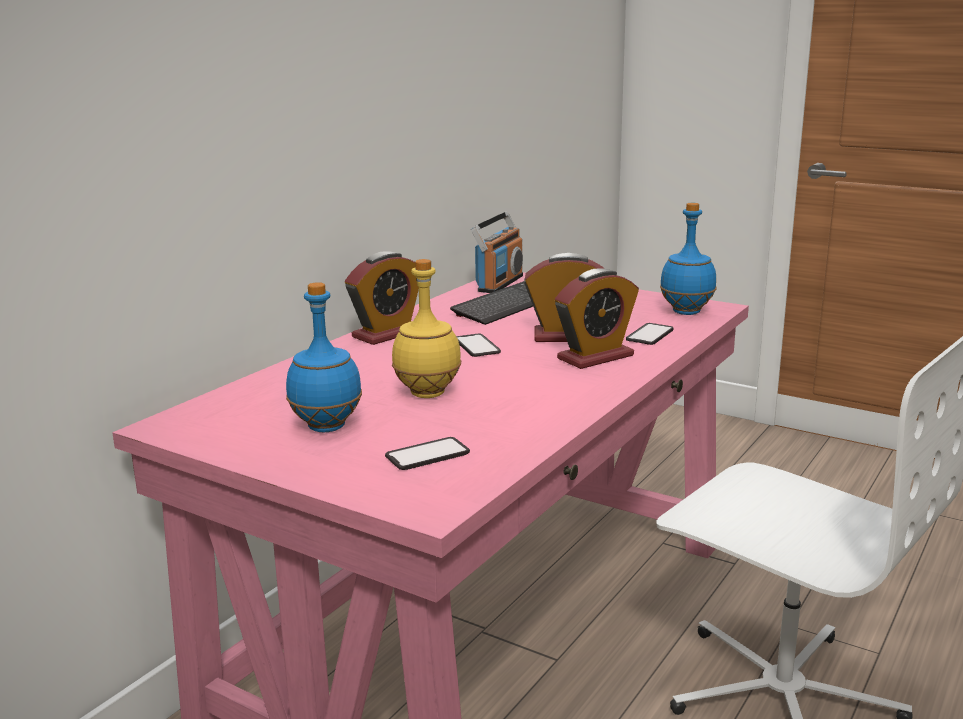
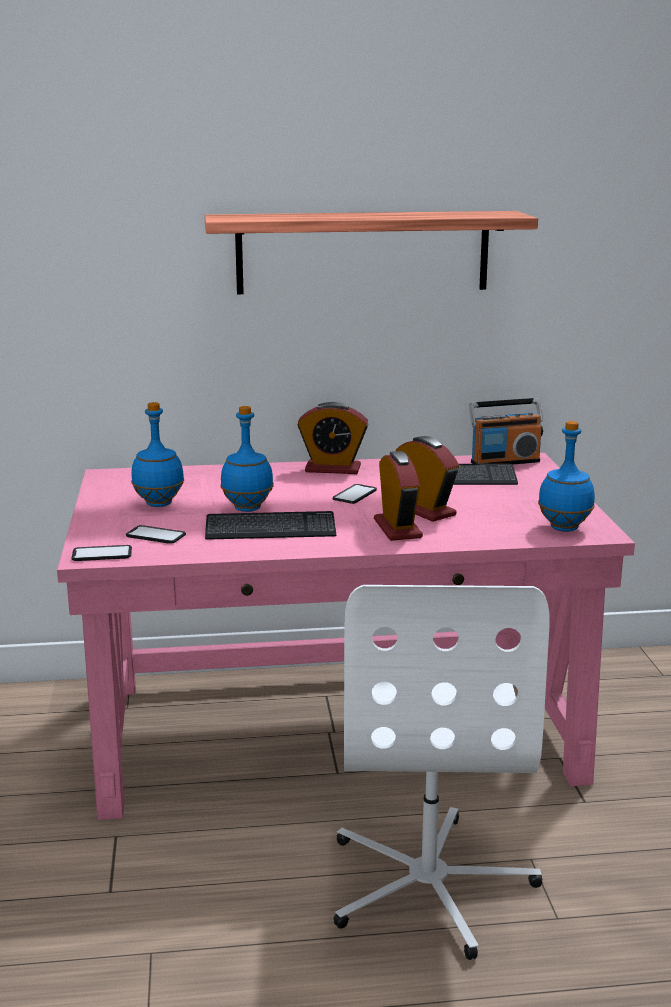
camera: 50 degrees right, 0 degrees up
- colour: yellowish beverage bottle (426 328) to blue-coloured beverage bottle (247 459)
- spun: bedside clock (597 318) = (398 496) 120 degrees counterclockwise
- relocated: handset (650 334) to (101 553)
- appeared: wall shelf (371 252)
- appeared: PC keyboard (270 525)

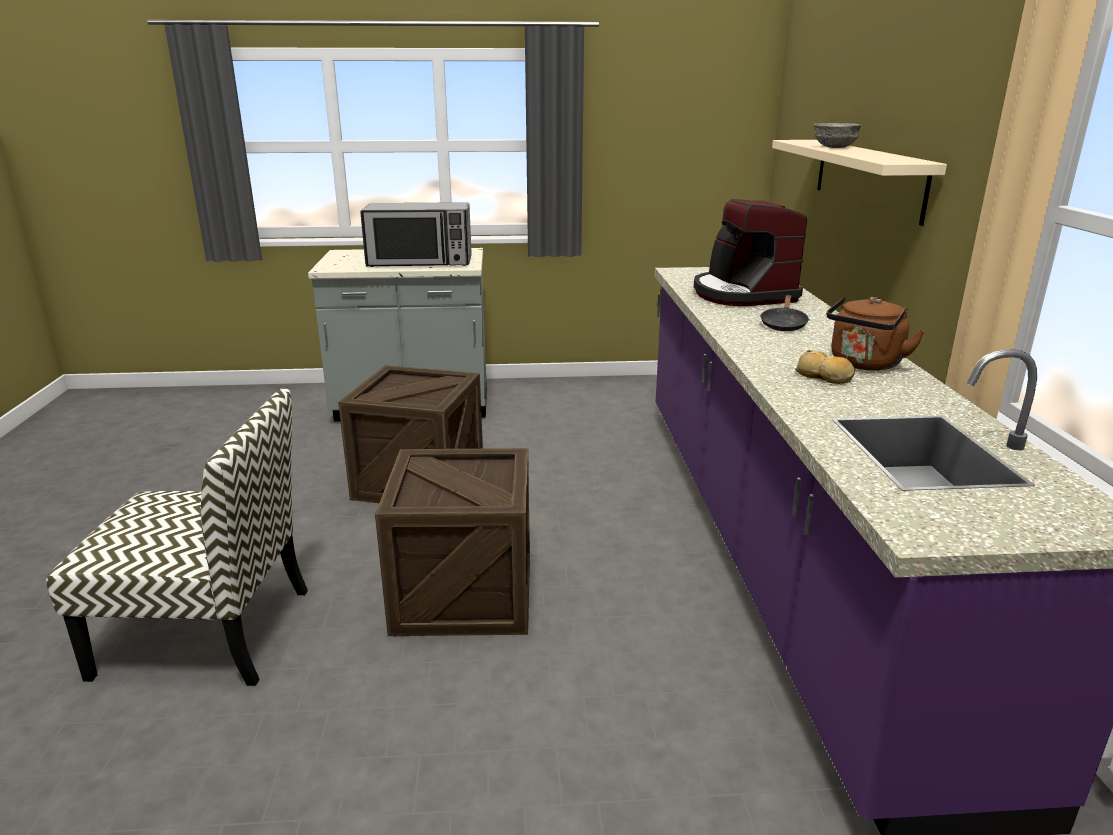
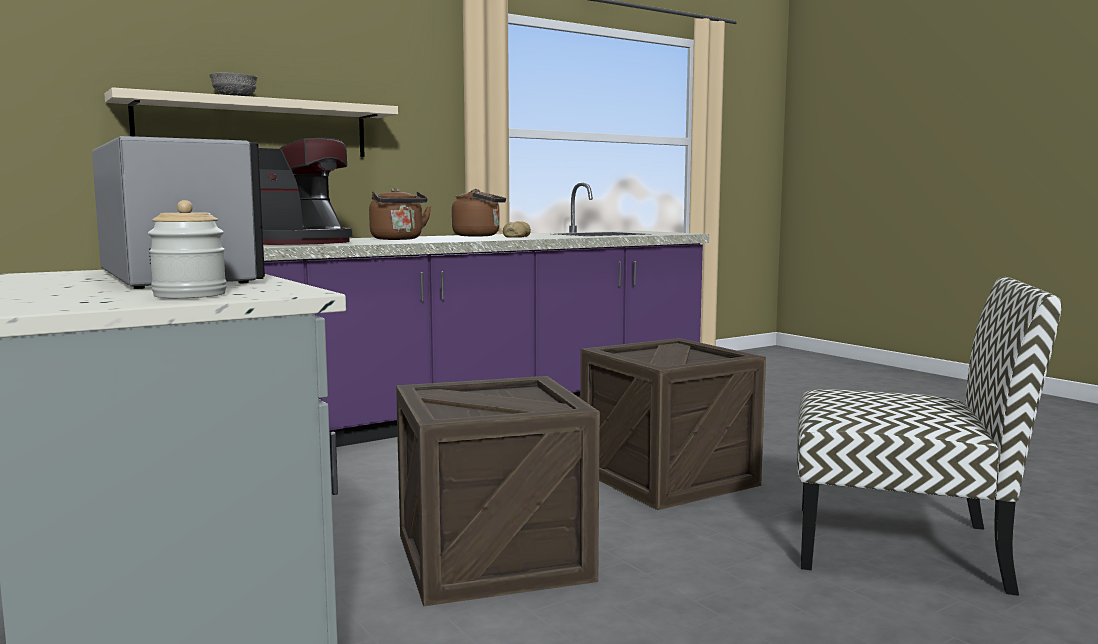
camera: 120 degrees left, 15 degrees down
- spun: upright chair (177 537) = (929 436) 135 degrees clockwise
- exchanged: blackish pan (784 313) to brownish kettle (400 214)
- appeared: storage jar (187 249)

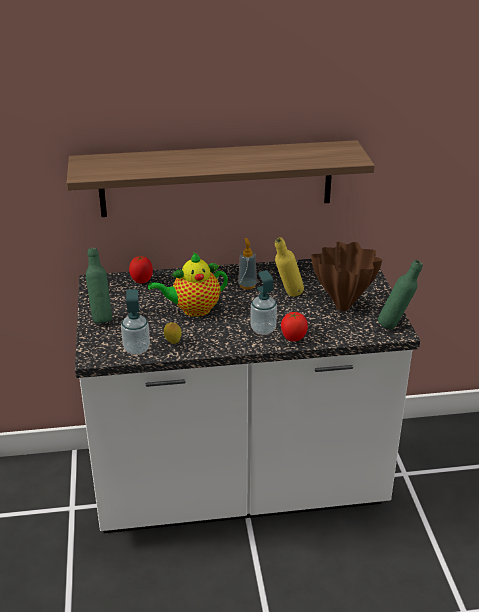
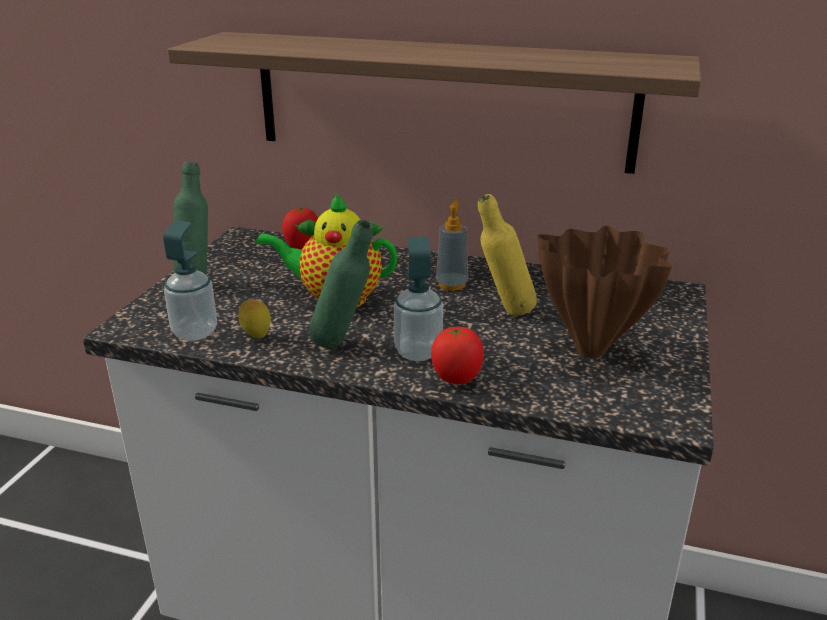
camera: 25 degrees right, 5 degrees down
- relocated: green beverage bottle (400 294) to (341 284)

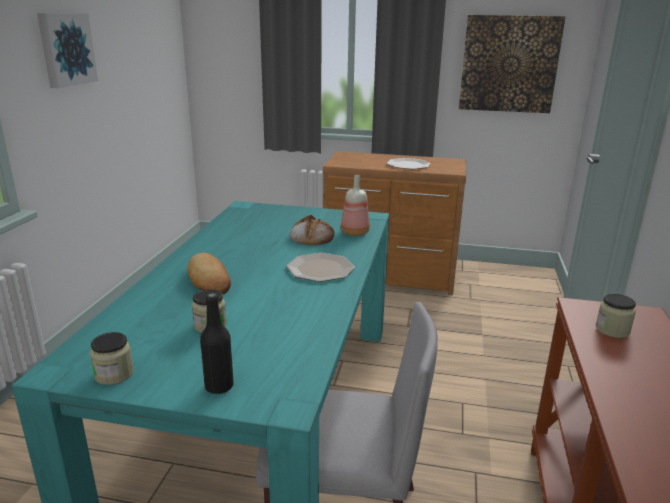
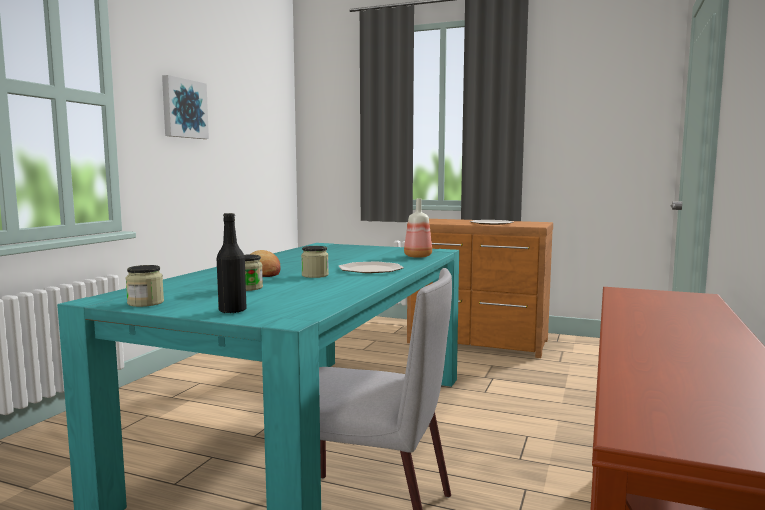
camera: 10 degrees right, 15 degrees down
- missing: baked bread (311 230)
- missing: wall picture (512 64)
- relocated: storage jar (616 316) to (315 262)

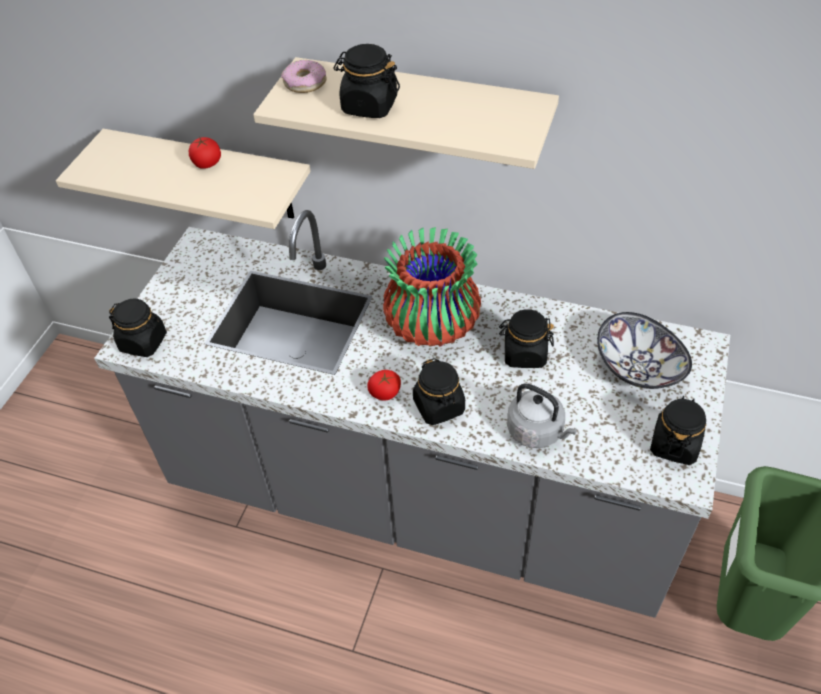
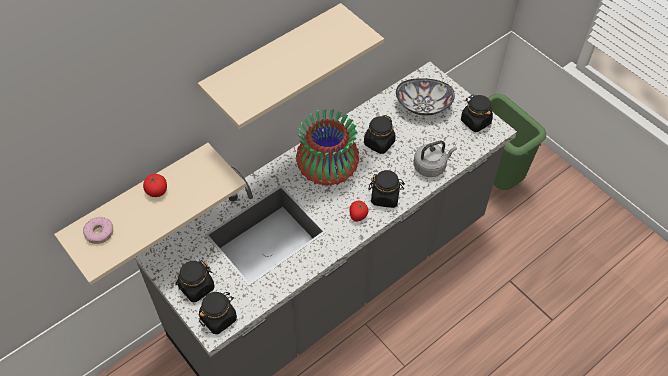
camera: 60 degrees left, 5 degrees up
- relocated: donut (304 76) to (98 230)
- relocated: blackish storage jar (366 81) to (194 281)

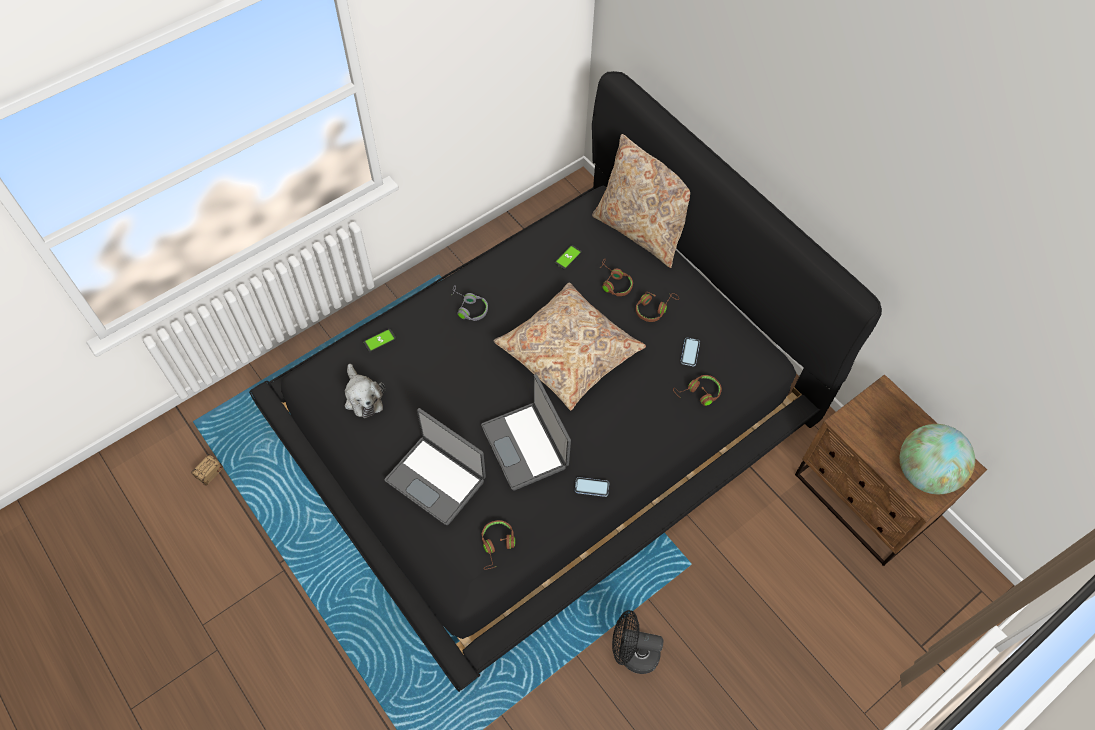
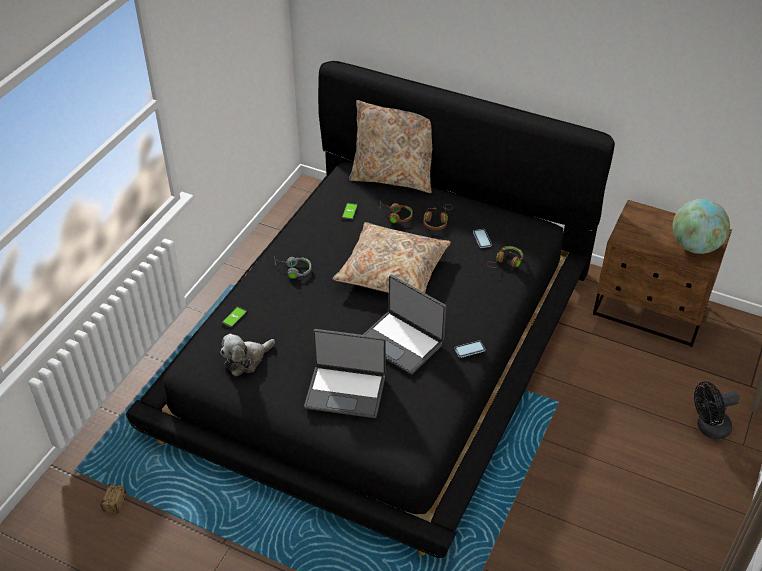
camera: 25 degrees left, 15 degrees down
- spun: cuddly toy (365 391) = (247 355) 105 degrees clockwise
- missing: brownish headset (498 545)
- relocated: blackish fan (638 642) to (716 411)

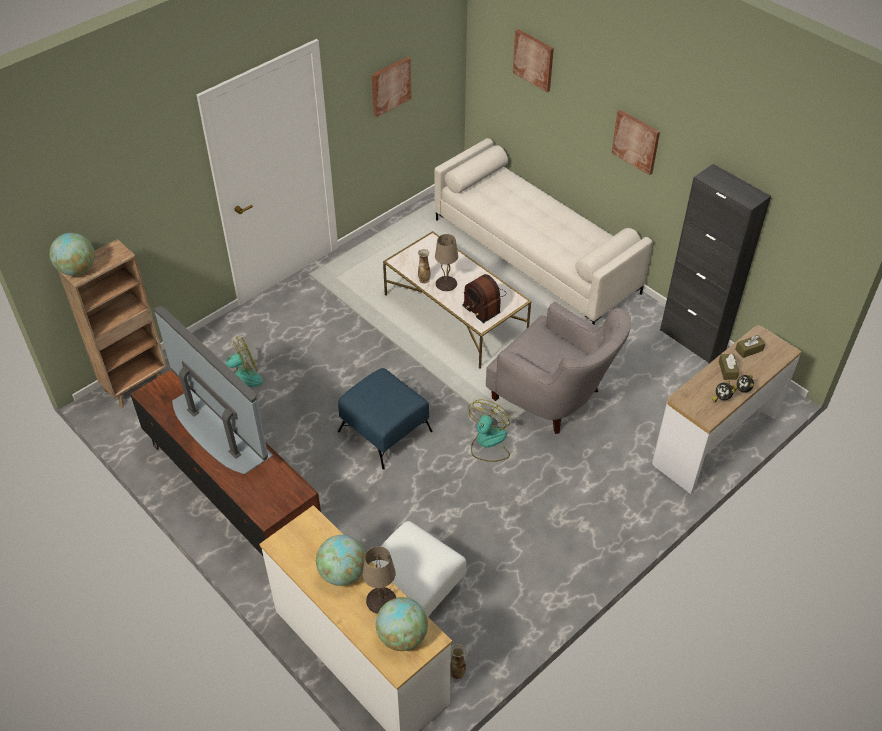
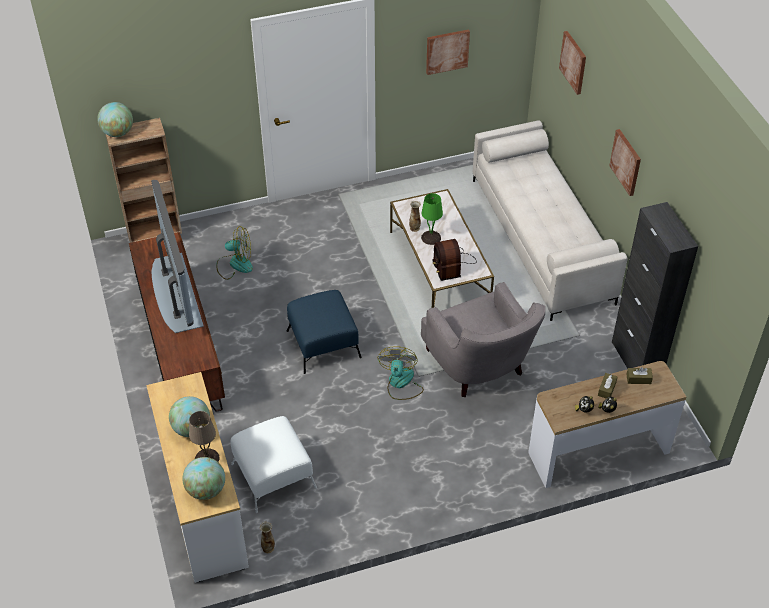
camera: 25 degrees right, 0 degrees up
- colour: beige tabletop lamp (446 262) to green tabletop lamp (432 219)
- spun: fan (489 431) = (401 373) 45 degrees counterclockwise

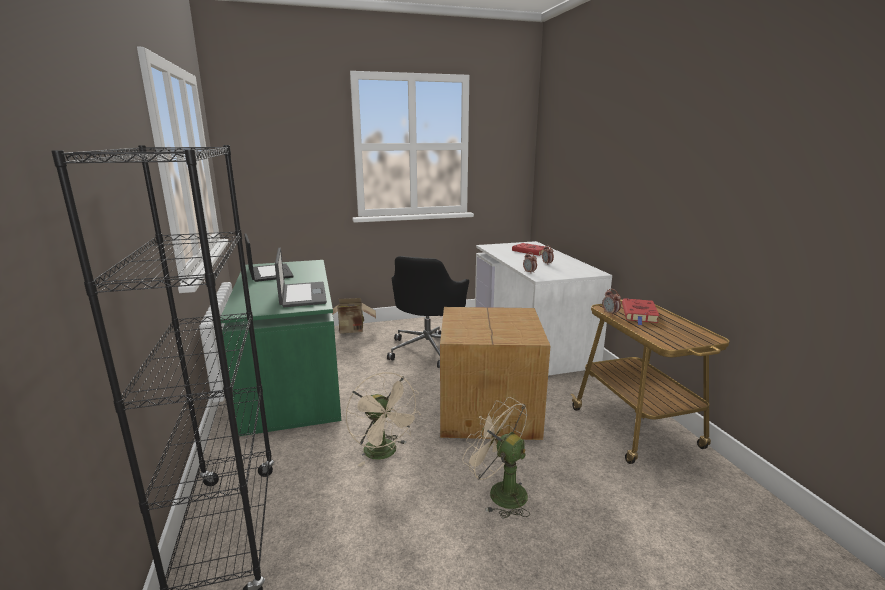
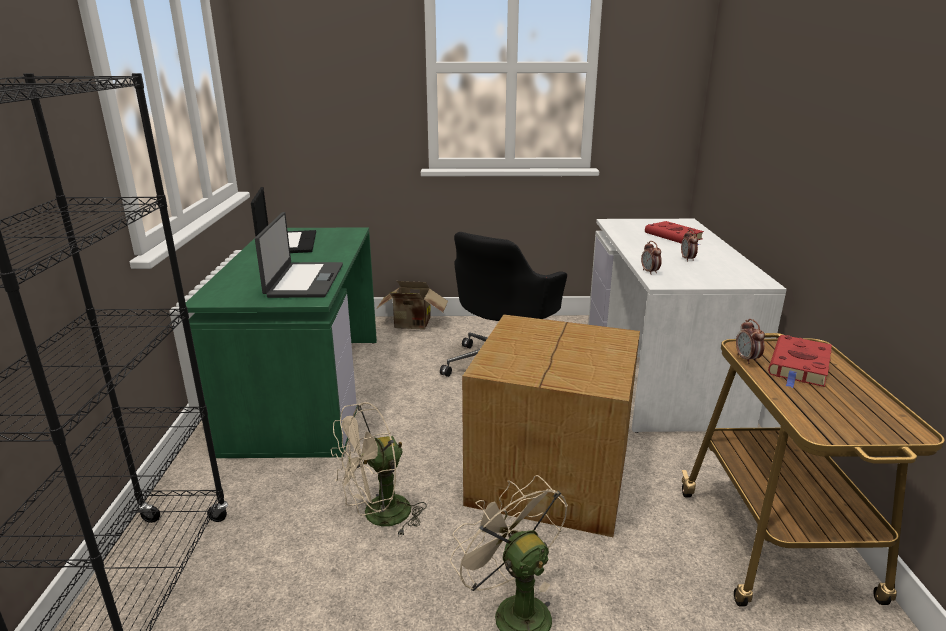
camera: 15 degrees right, 5 degrees up
- spun: beige fan (383 419) = (379 469) 75 degrees clockwise

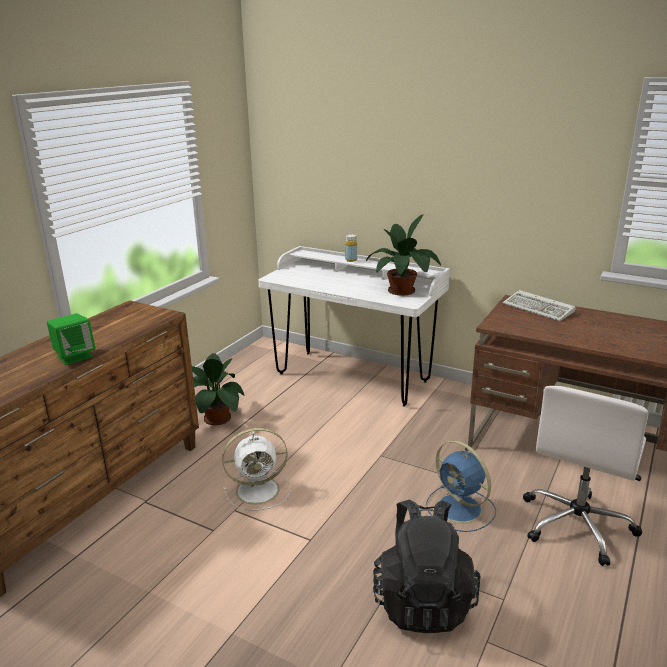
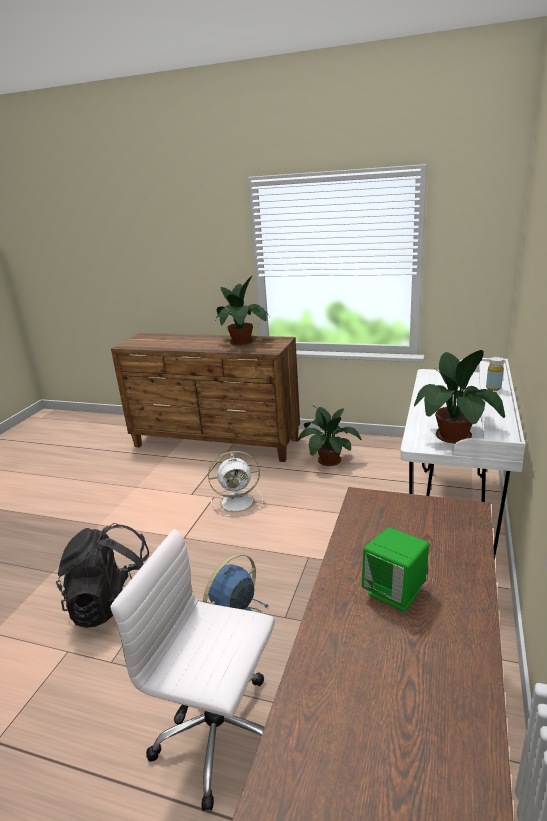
camera: 80 degrees right, 0 degrees up
- relocated: green speaker (71 339) to (395 569)
- spun: white-coloured fan (256 469) = (235 484) 75 degrees counterclockwise
- missing: PC keyboard (539 305)
- appeared: plant in a pot (242 310)

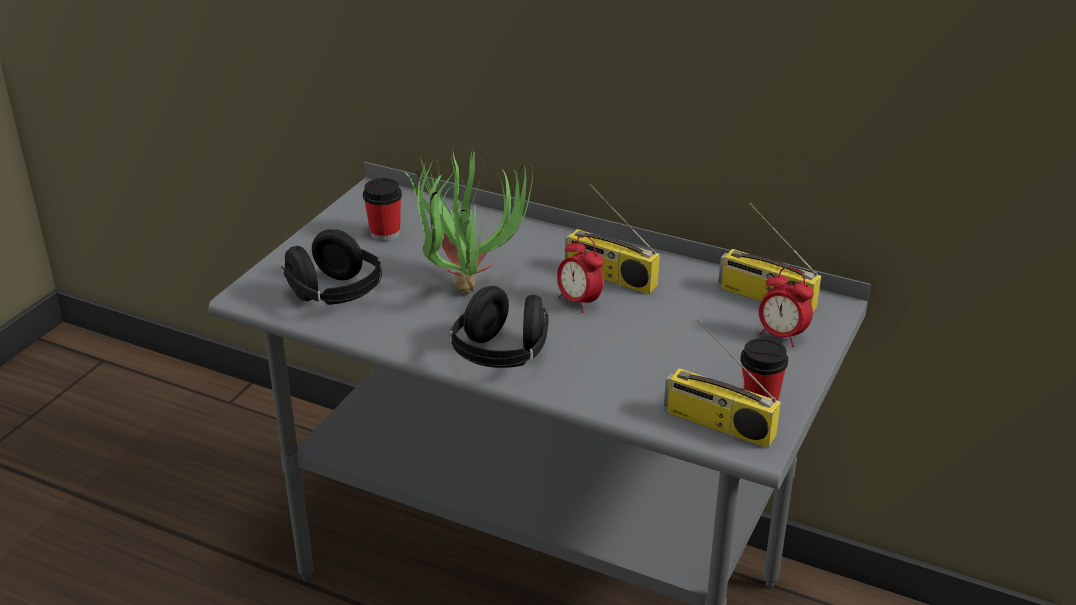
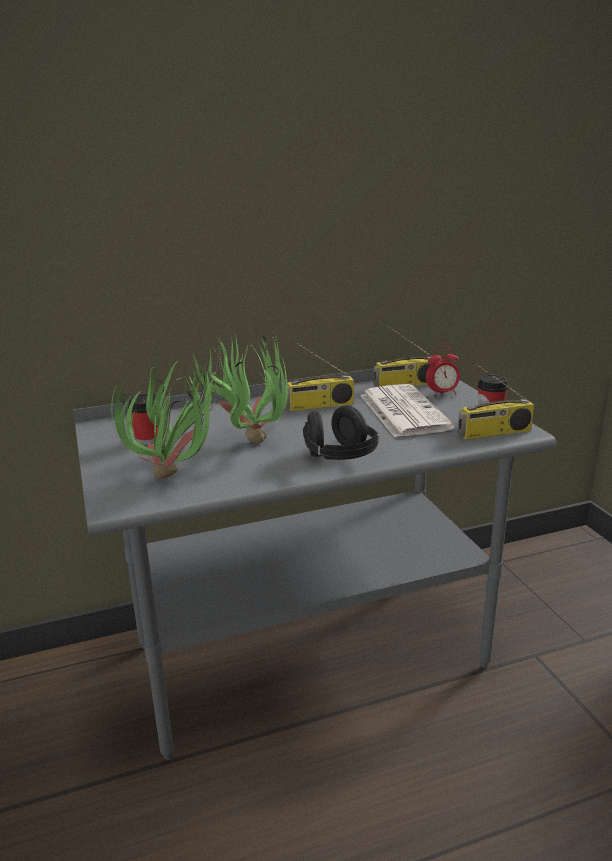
camera: 45 degrees left, 10 degrees down
- exchanged: blackish headset (331 267) to plant in a pot (163 417)
- missing: bedside clock (580 274)
- appeared: daily paper (407 410)

